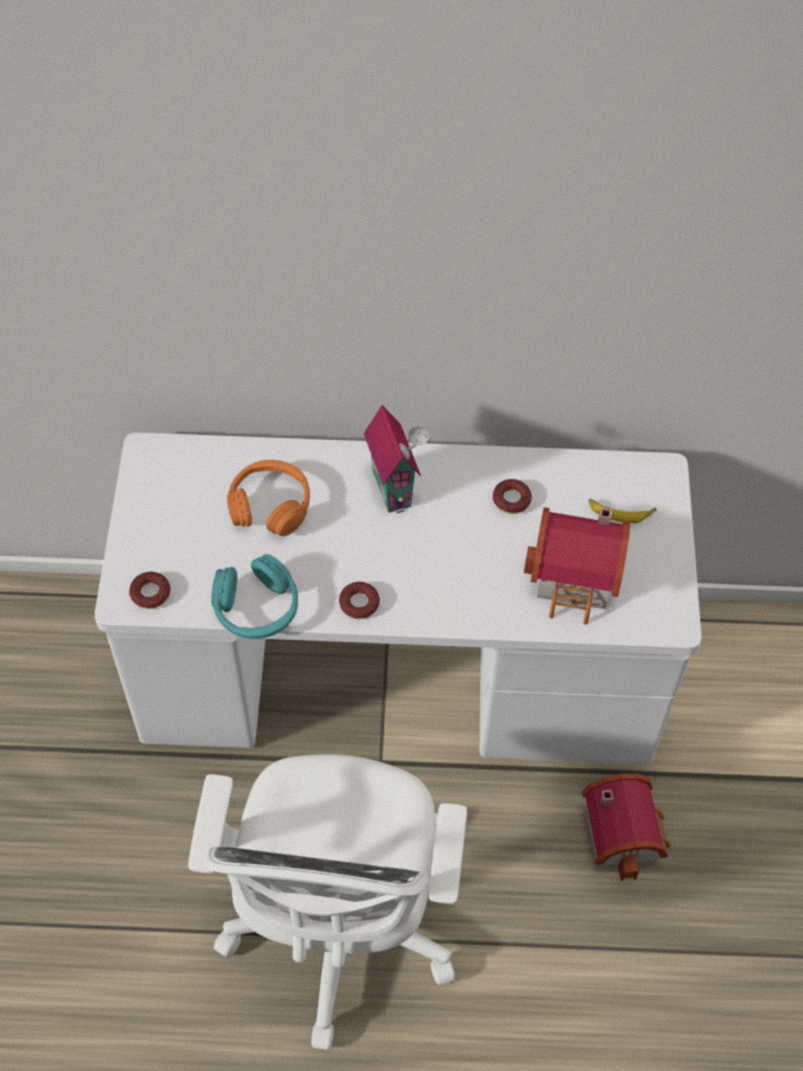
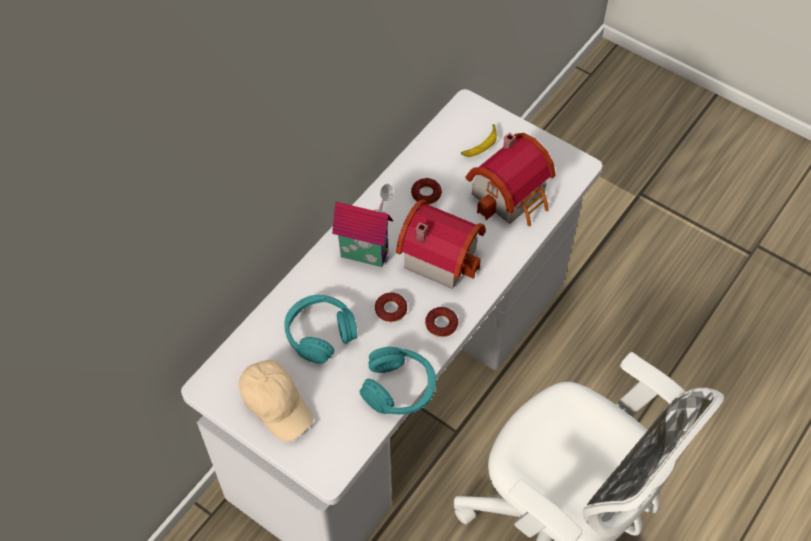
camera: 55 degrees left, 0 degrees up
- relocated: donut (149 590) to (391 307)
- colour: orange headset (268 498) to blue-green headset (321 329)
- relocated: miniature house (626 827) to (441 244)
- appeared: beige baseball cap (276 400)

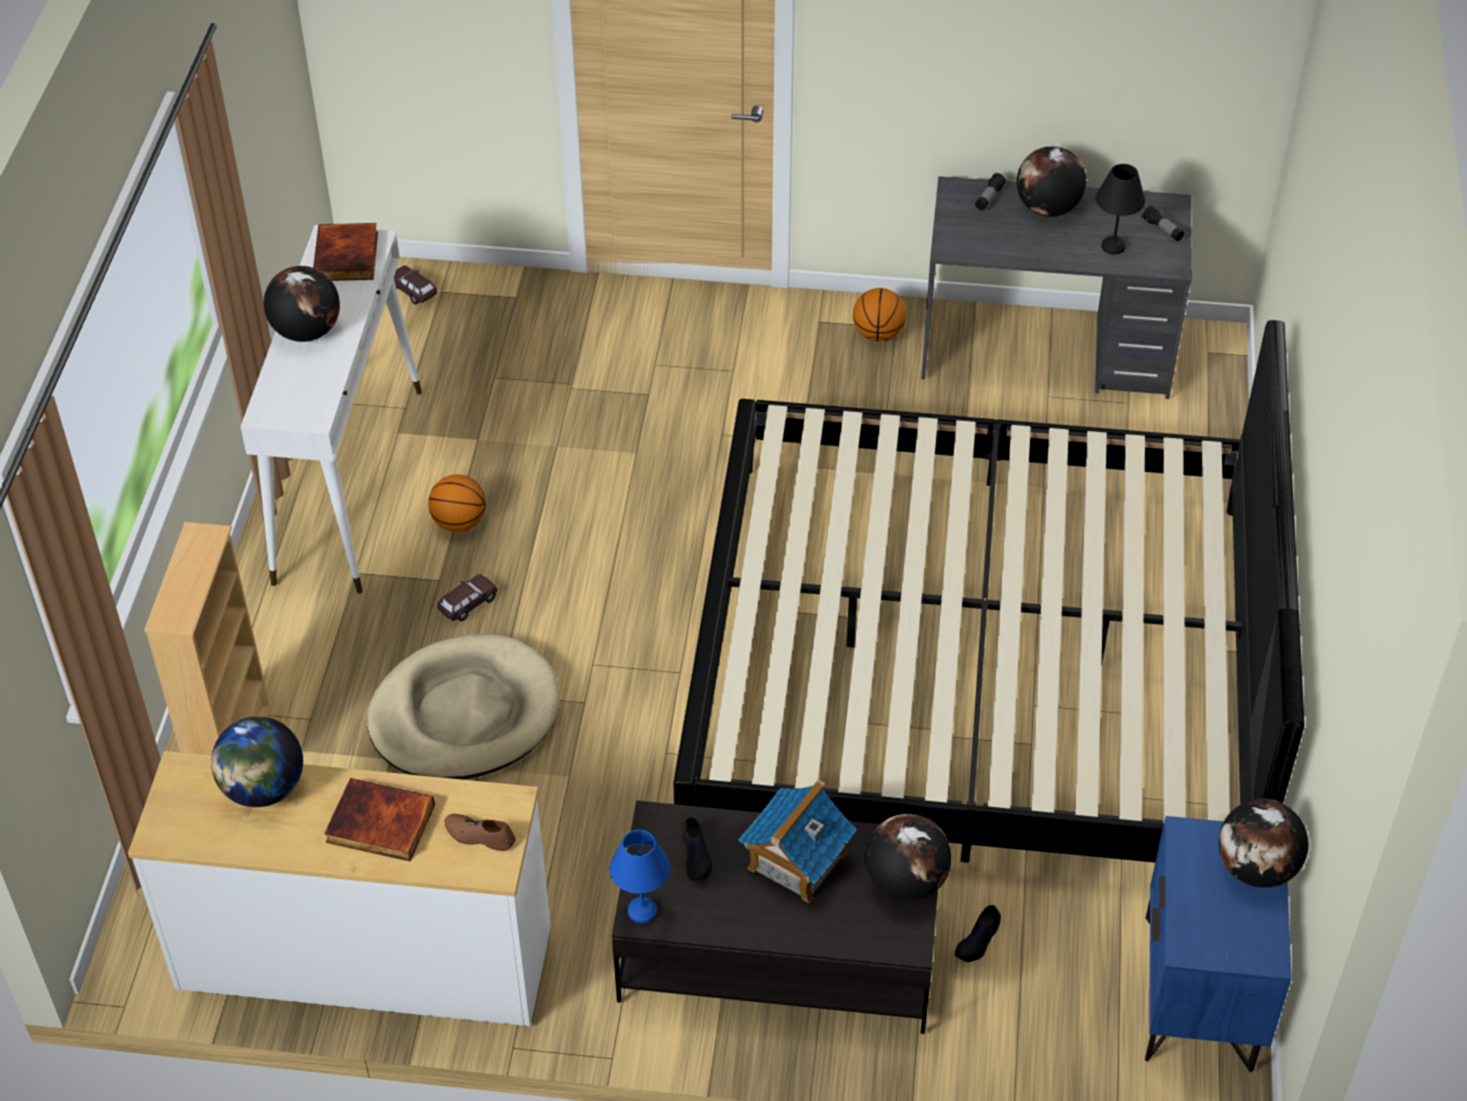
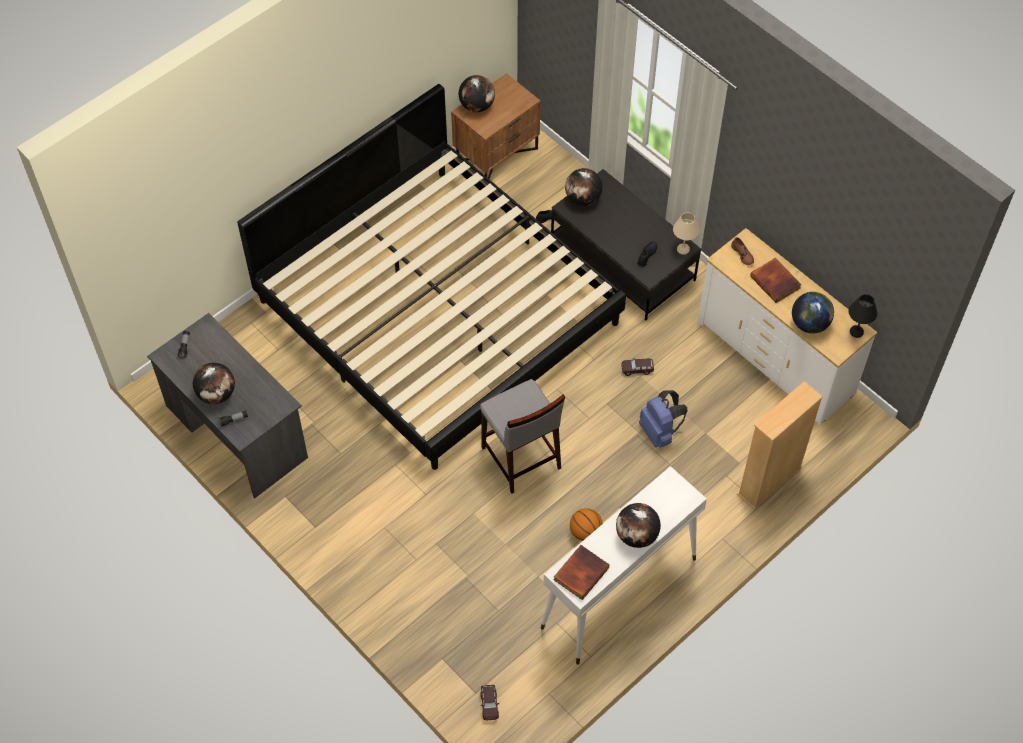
camera: 140 degrees left, 10 degrees up
- exchanged: beige dog bed (463 707) to blue-coloured backpack (663 419)
- relocated: brownish miniature car (467 597) to (638 367)
- colour: blue-coloured tabletop lamp (640 876) to beige tabletop lamp (686 234)
- missing: miniature house (797 841)
- missing: ball for basketball (879 315)
- relocated: blackish tabletop lamp (1120 209) to (863 316)
- colour: blue-coloured bedside table (1218 944) to brownish bedside table (495 126)
- appeared: greyish stool seat (522 436)

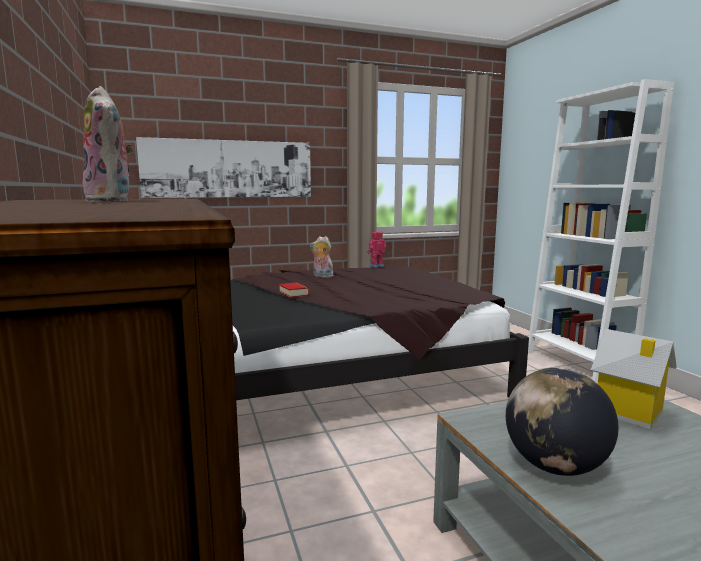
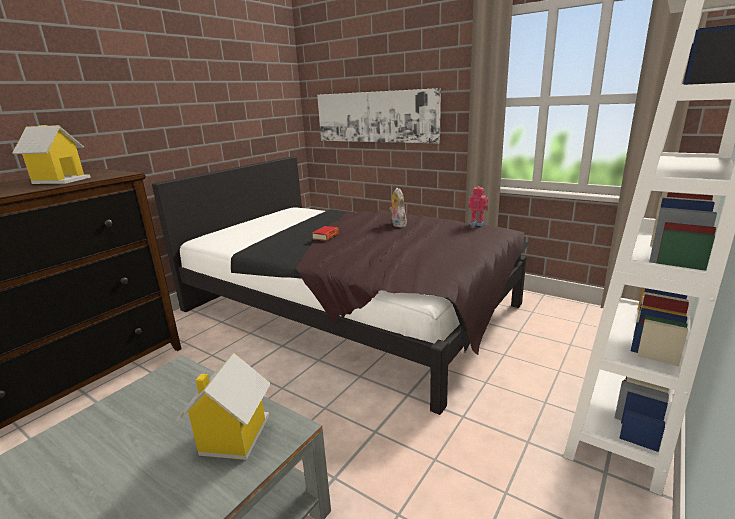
camera: 55 degrees right, 10 degrees up
- exchanged: cuddly toy (108 143) to miniature house (52 154)
- missing: desk globe (562 422)

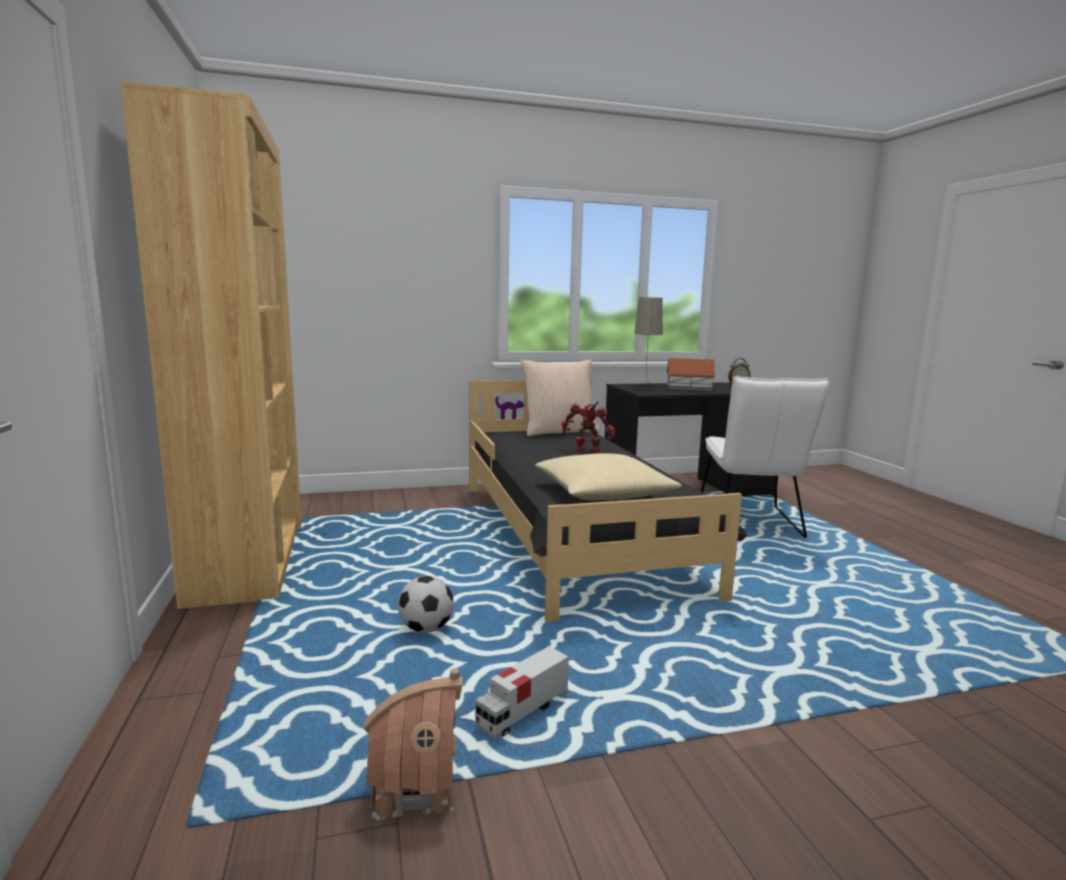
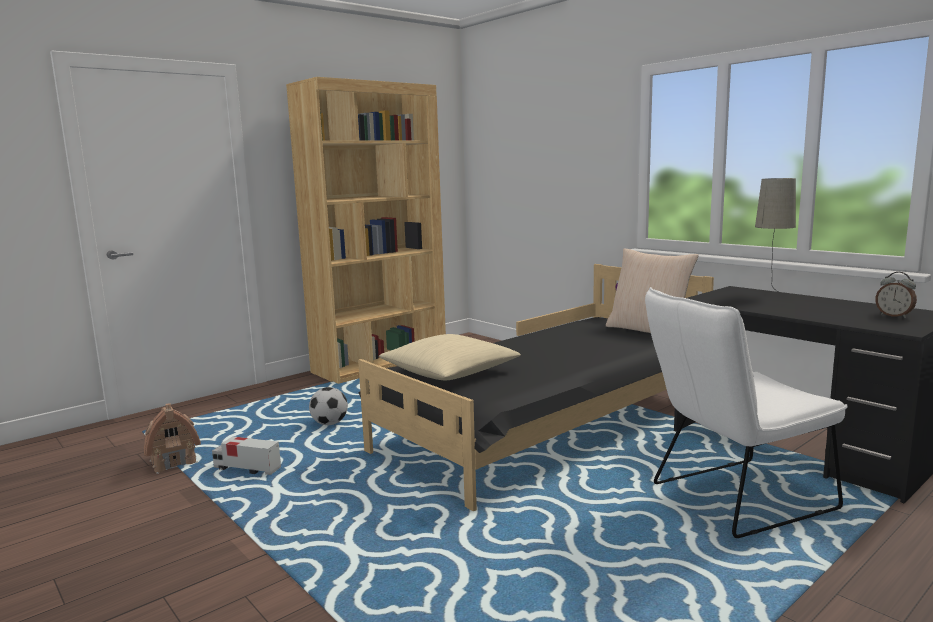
camera: 65 degrees right, 0 degrees up
- missing: model robot (588 426)
- missing: miniature house (690 374)

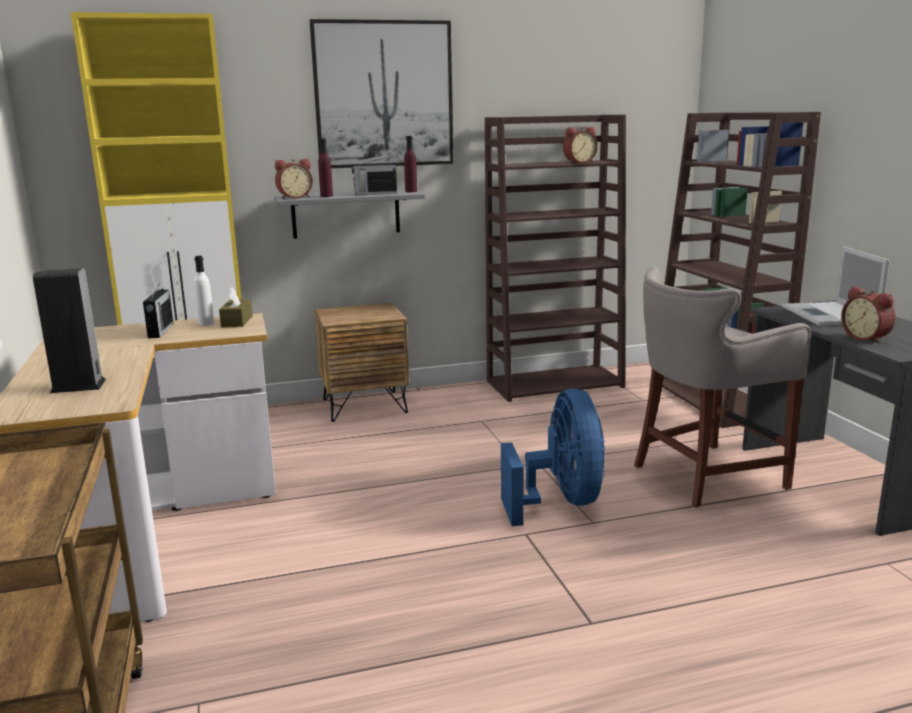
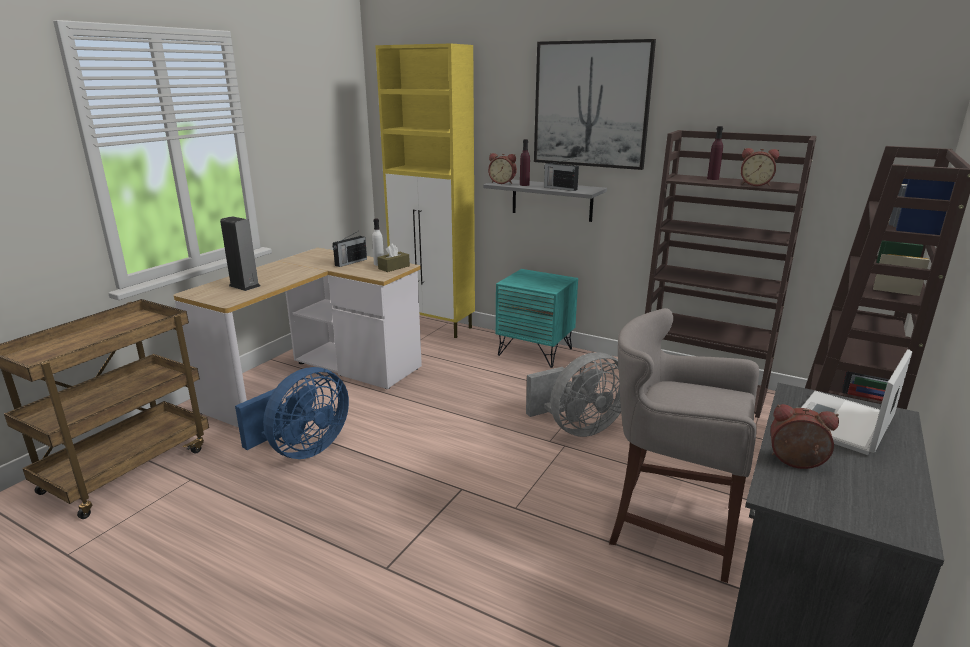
camera: 45 degrees right, 5 degrees up
- colour: brownish bedside table (362 362) to blue-green bedside table (537 318)
- relocated: purplish beverage bottle (410 164) to (715 153)
- relocated: blue-coloured fan (553 457) to (292 413)
- spun: bedside clock (868 314) = (804 436) 90 degrees clockwise
- appeared: greyish fan (573 394)

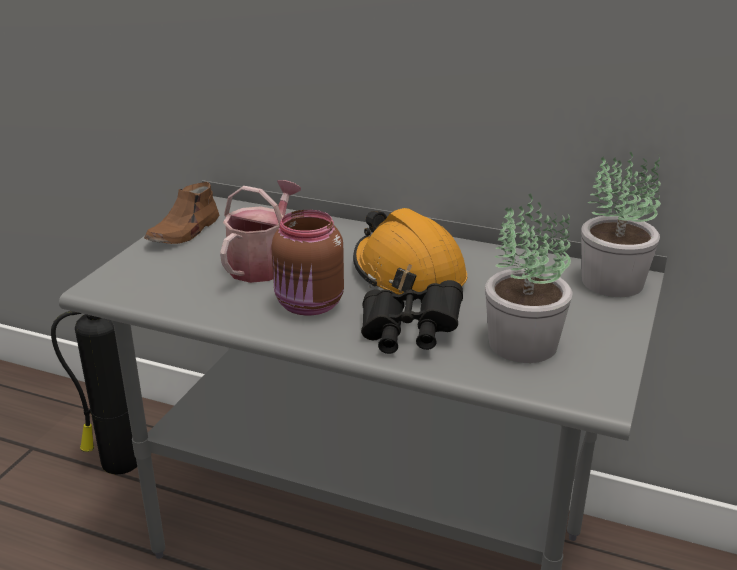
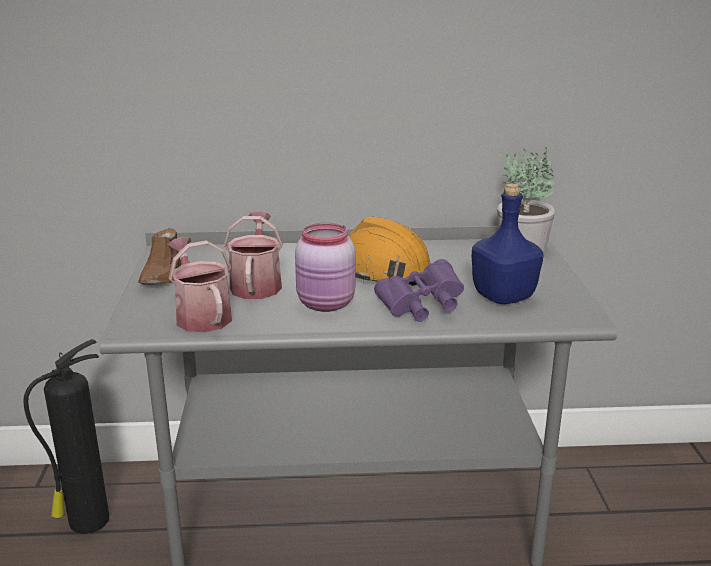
camera: 25 degrees left, 5 degrees down
- colour: brownish storage jar (308 263) to pink-coloured storage jar (325 267)
- colour: blackish pair of binoculars (412 317) to purplish pair of binoculars (419 290)
- exchanged: plant in a pot (529 278) to blue-coloured beverage bottle (507 243)
- appeared: sprinkling can (199 284)

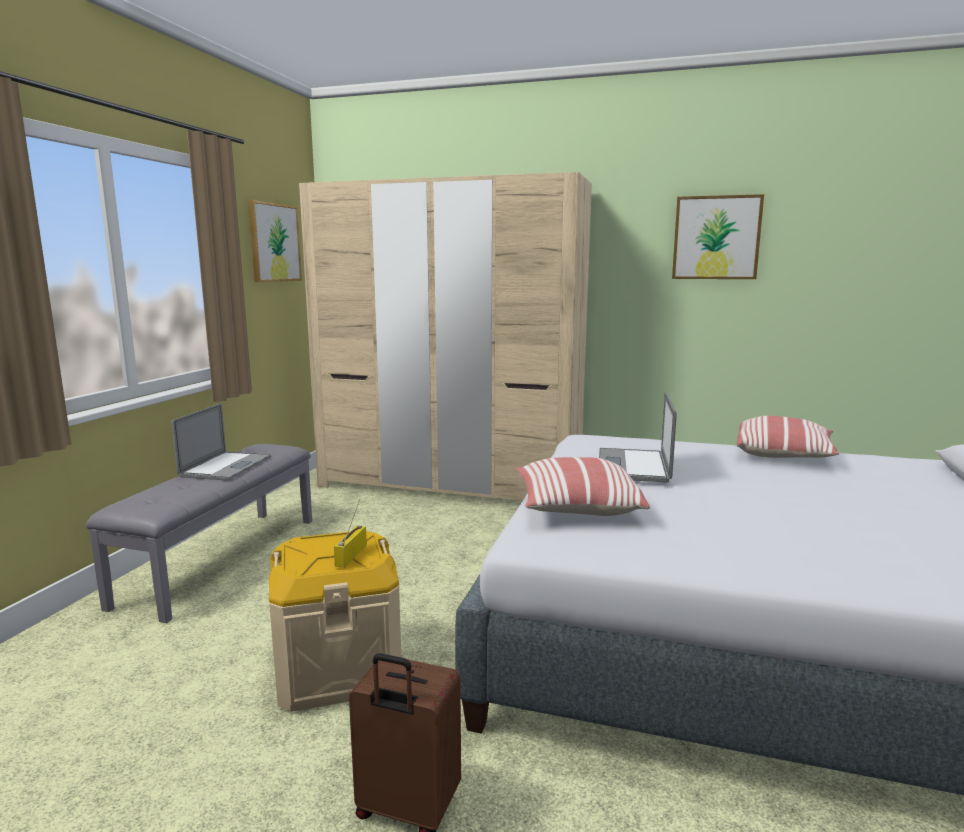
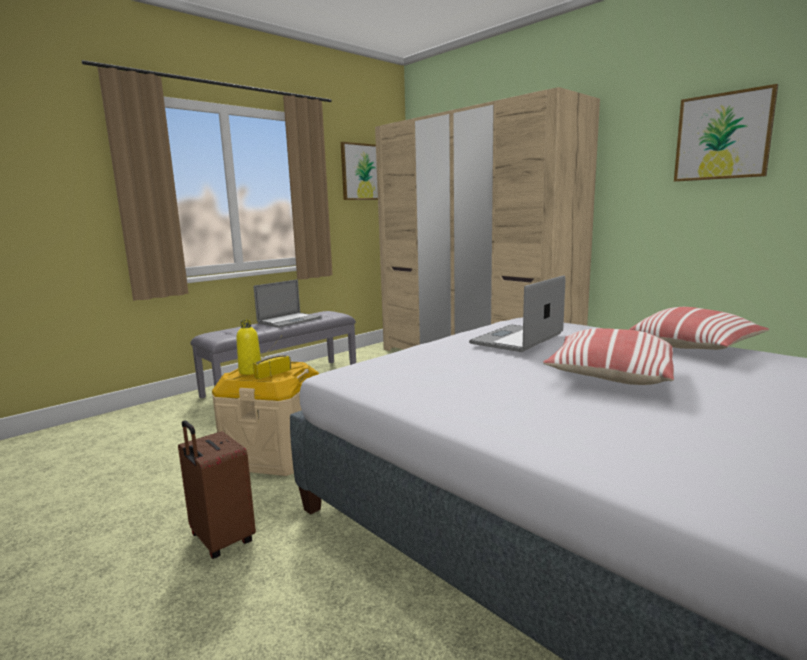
camera: 30 degrees right, 0 degrees up
- relocated: pillow (583 486) to (608 356)
- appeared: yellowish beverage bottle (248 347)

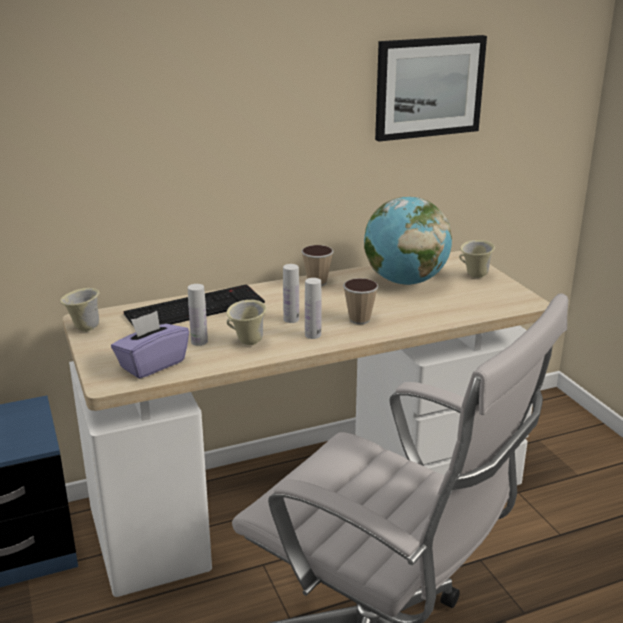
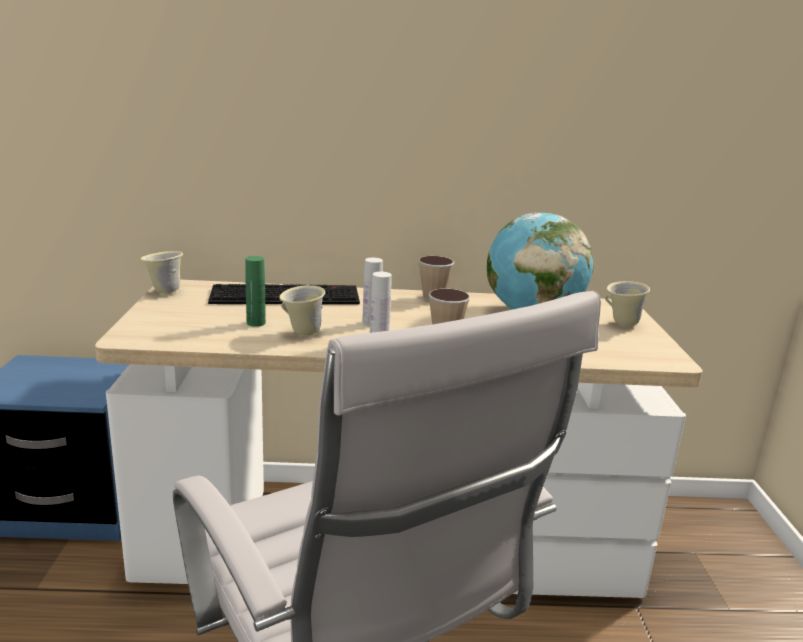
camera: 20 degrees right, 5 degrees down
- missing: purplish box of tissues (150 345)
- colour: white-coloured beverage bottle (198 315) to green beverage bottle (255 291)
- missing: wall picture (431 88)

